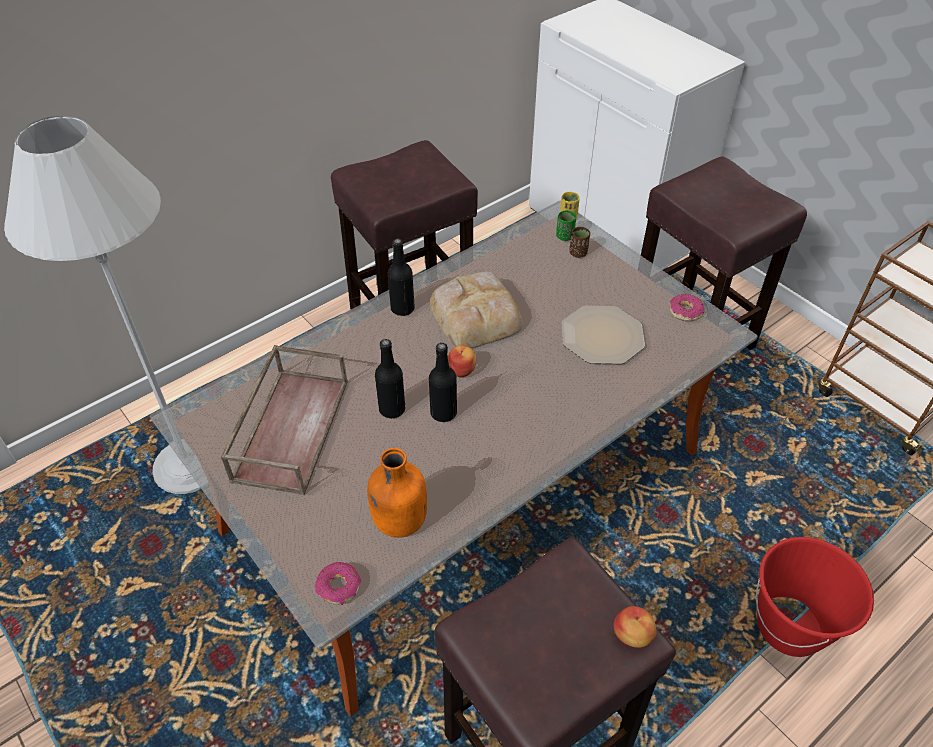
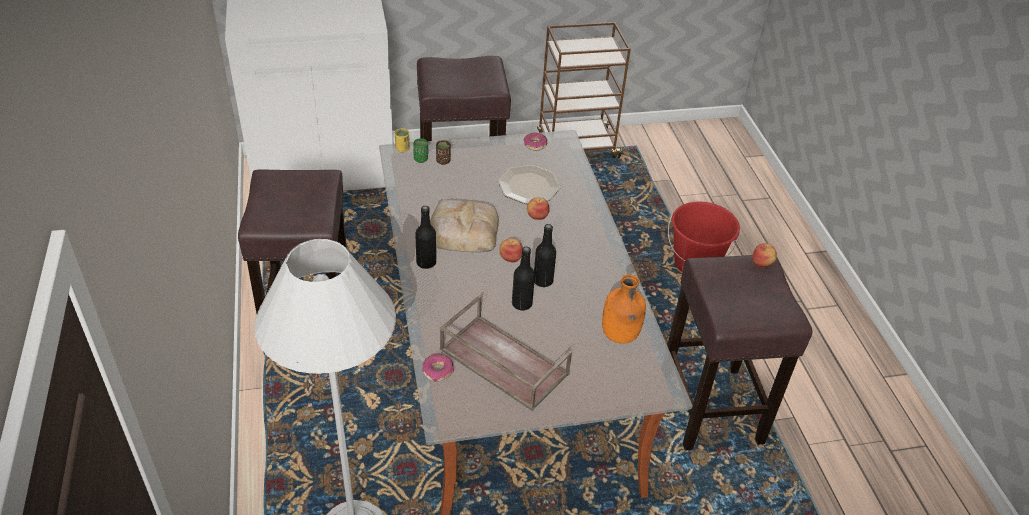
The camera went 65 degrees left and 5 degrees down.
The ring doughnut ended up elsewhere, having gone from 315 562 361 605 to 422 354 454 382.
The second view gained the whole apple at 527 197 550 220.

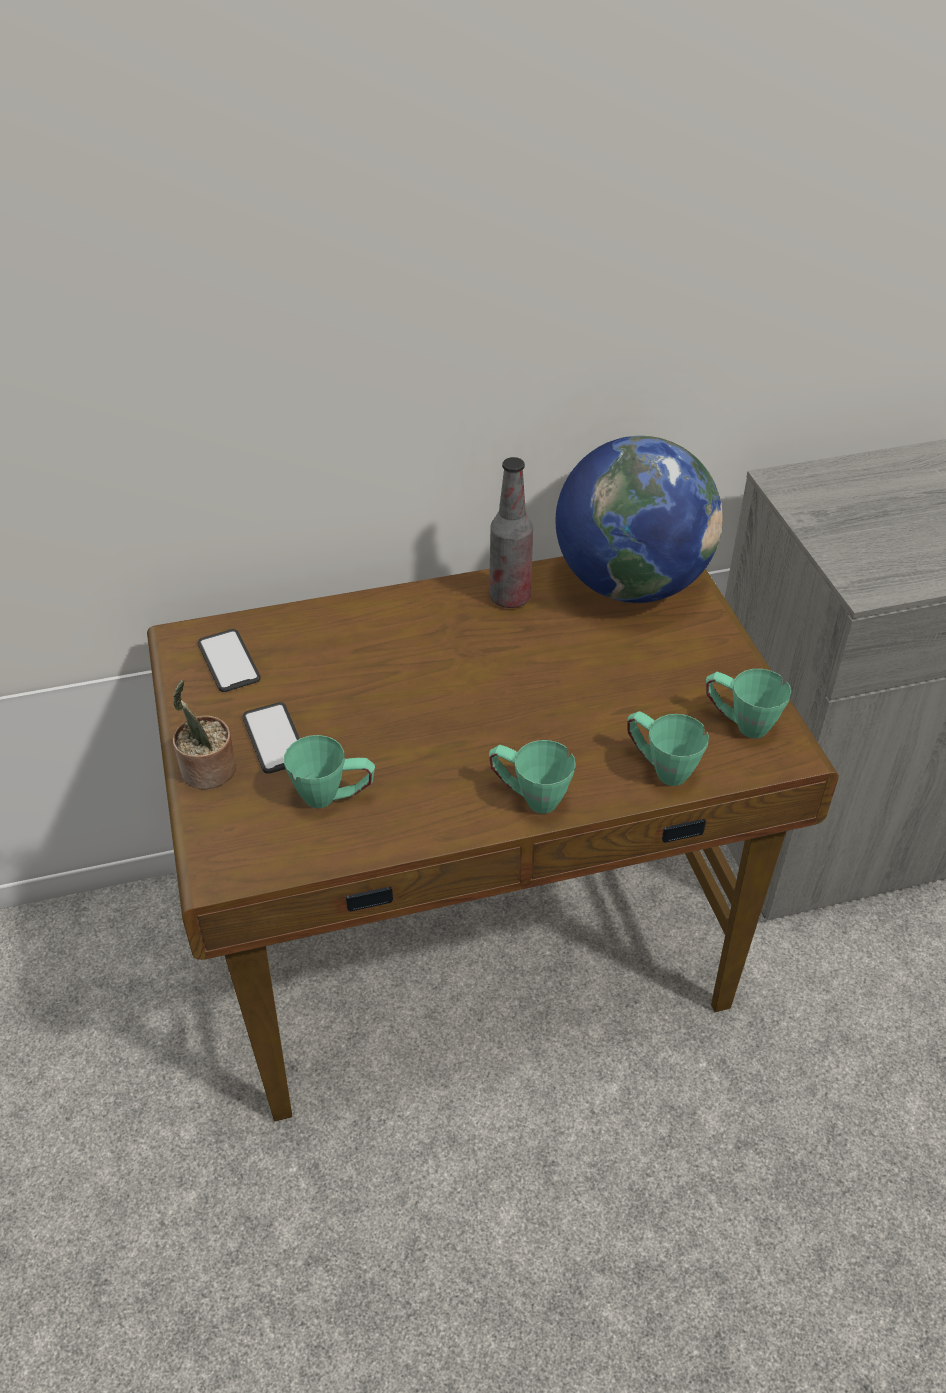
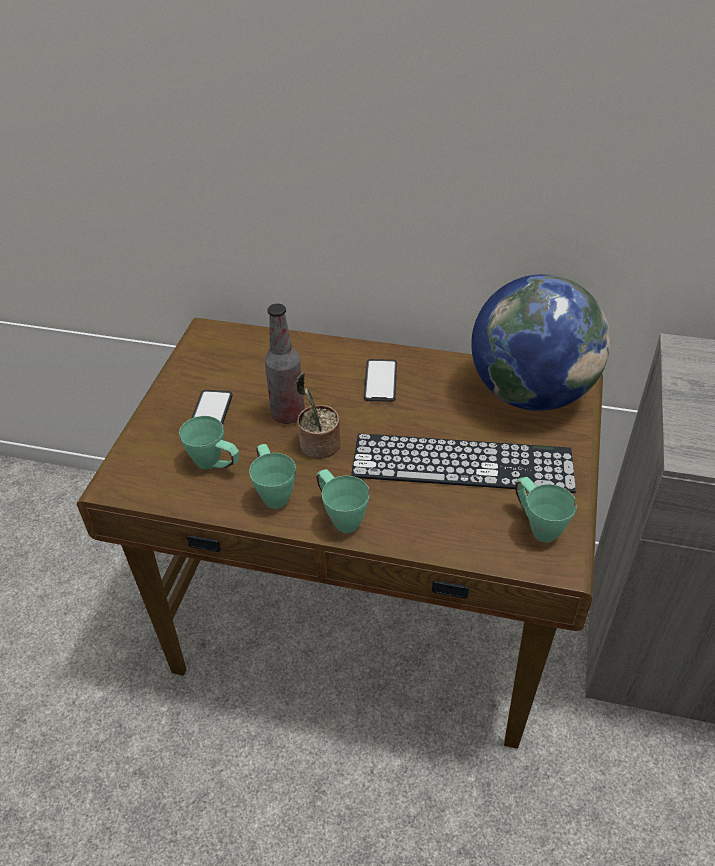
The camera went 30 degrees right and 0 degrees up.
The bottle ended up elsewhere, having gone from 489 457 533 608 to 265 304 305 424.
The phone ended up elsewhere, having gone from 198 629 261 692 to 363 359 397 402.
The plant in a pot ended up elsewhere, having gone from 173 680 236 789 to 295 373 340 459.
The mug (greenish) ended up elsewhere, having gone from 627 711 709 786 to 249 444 296 509.
The second view gained the computer keyboard at 351 434 576 493.

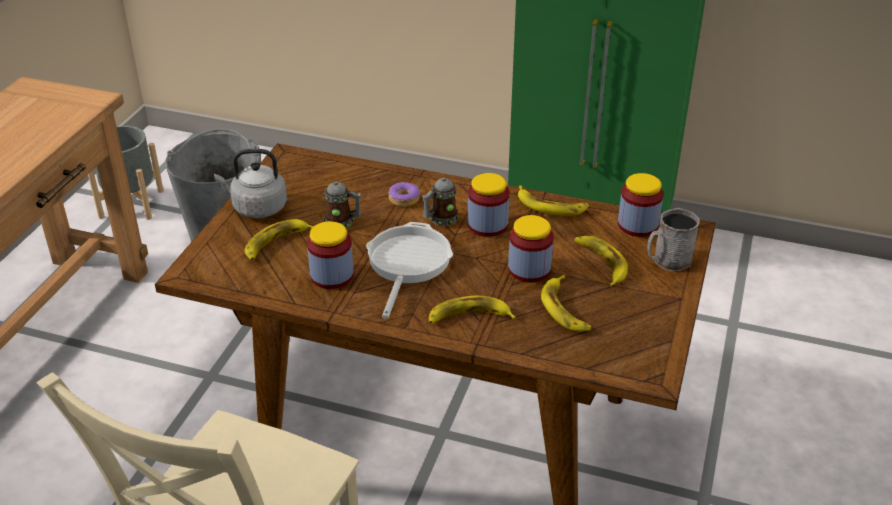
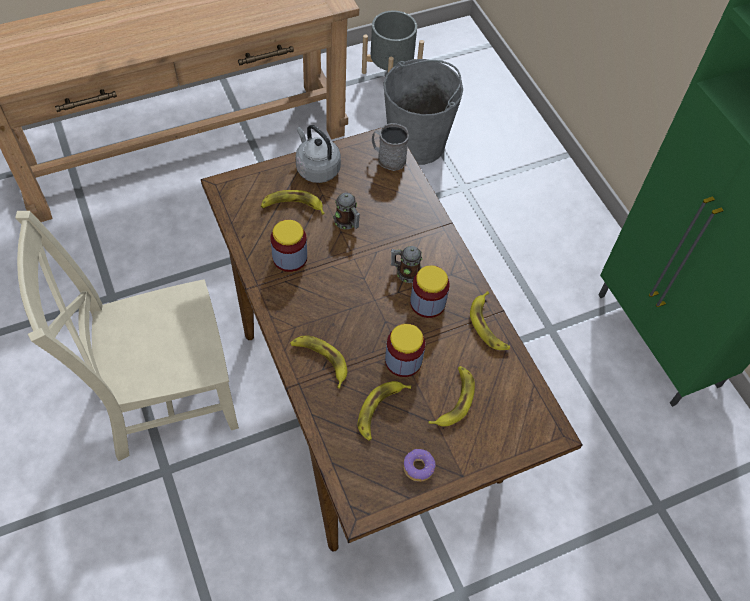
The camera went 45 degrees right and 20 degrees up.
The second view lost the jar at 618 173 663 237.
The ring doughnut ended up elsewhere, having gone from 388 182 420 207 to 403 449 436 482.
The mug (grey) ended up elsewhere, having gone from 647 208 700 272 to 372 123 409 171.
The second view lost the skillet at 366 222 453 319.

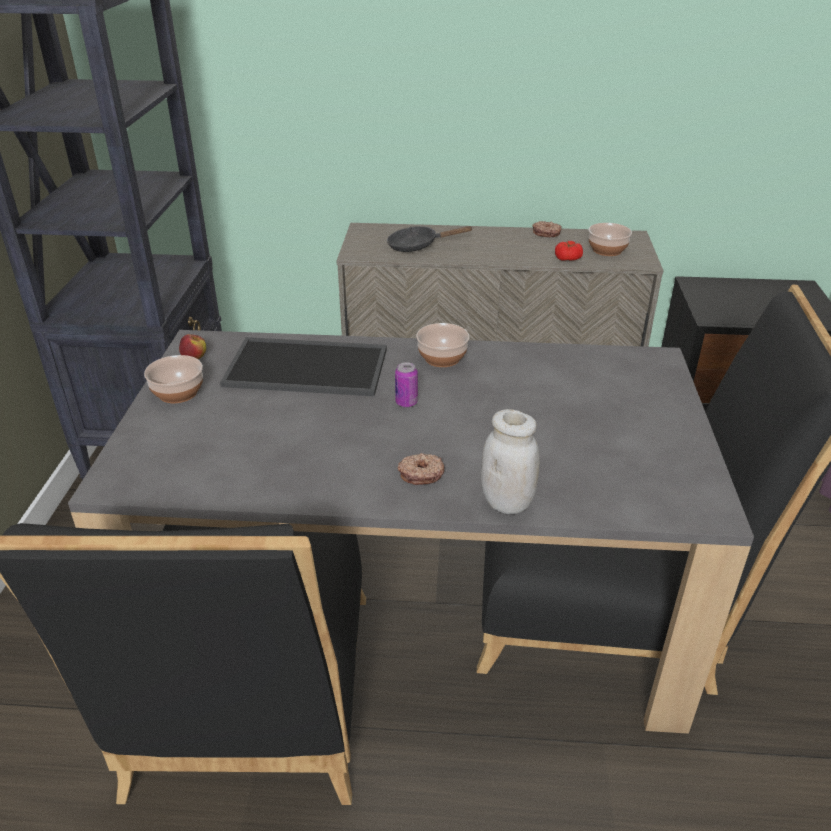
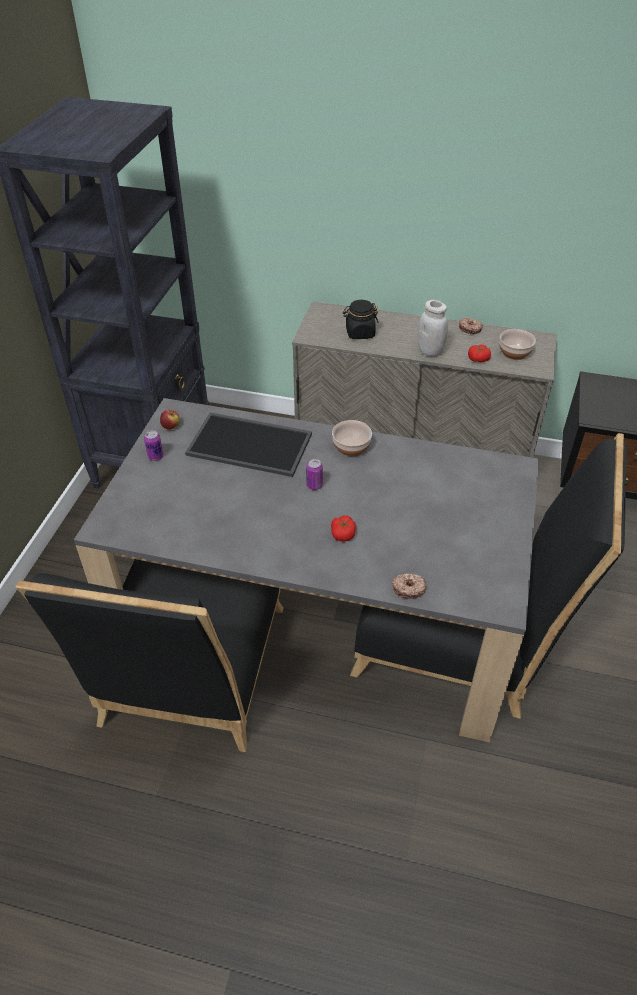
The camera went 10 degrees right and 10 degrees up.
Where the skillet (black-coloured) stood at 387 226 472 252, the jar (black-coloured) came to stand at 343 300 379 339.
Where the bowl stood at 144 355 203 403, the can came to stand at 144 430 163 461.
The jar (white) ended up elsewhere, having gone from 481 409 540 514 to 418 300 448 357.
The ring doughnut ended up elsewhere, having gone from 398 453 444 485 to 392 573 426 599.
The second view gained the tomato at 331 515 356 542.

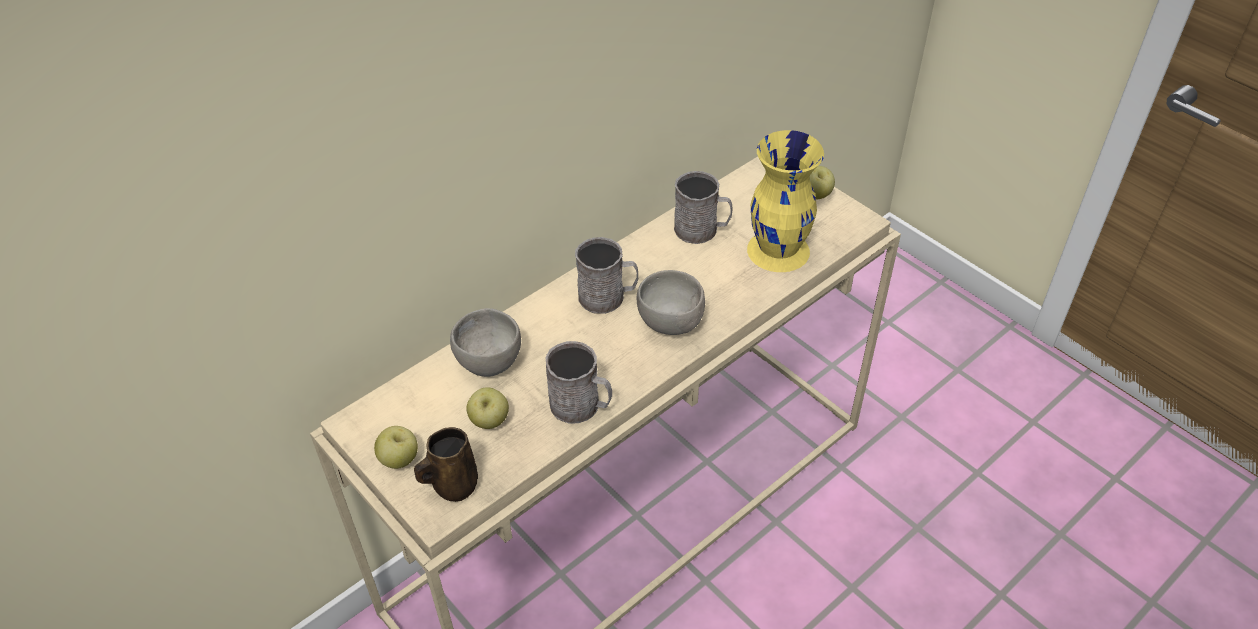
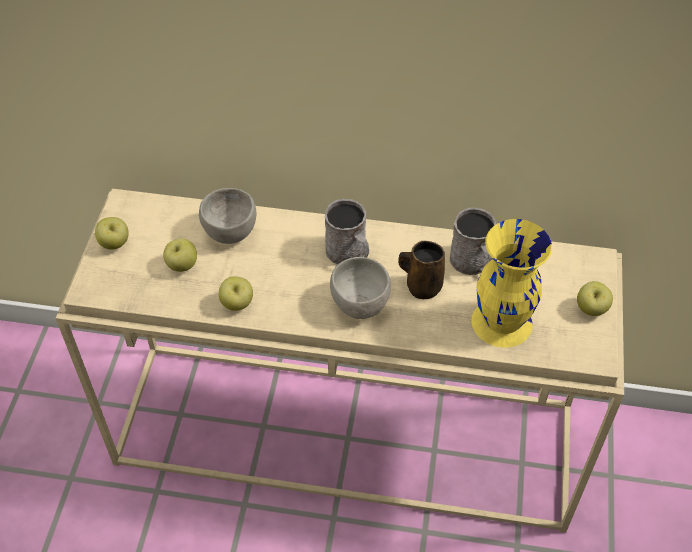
The camera went 50 degrees right and 5 degrees up.
Where the mug (grey) stood at 545 341 612 424, the whole apple came to stand at 219 277 253 311.
The mug (brownish) ended up elsewhere, having gone from 414 427 478 502 to 398 241 445 299.

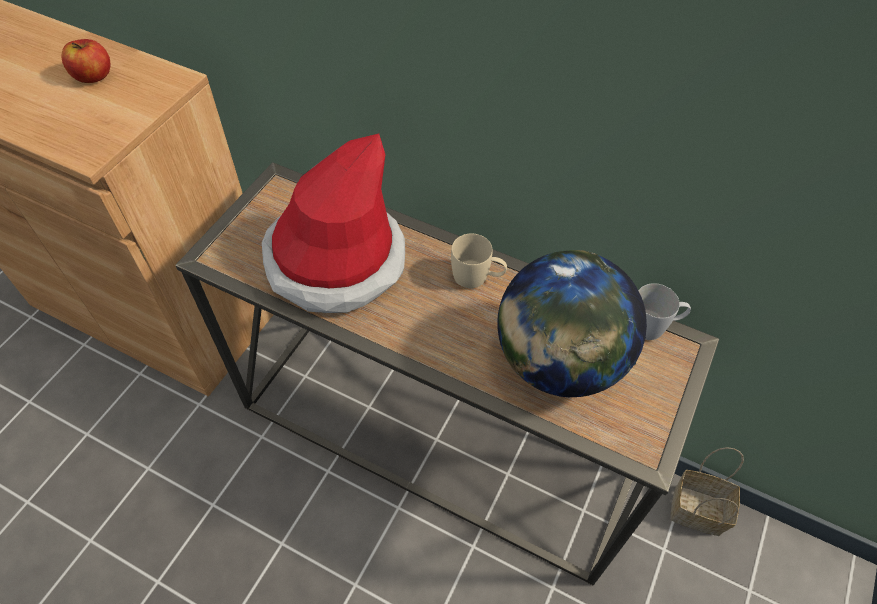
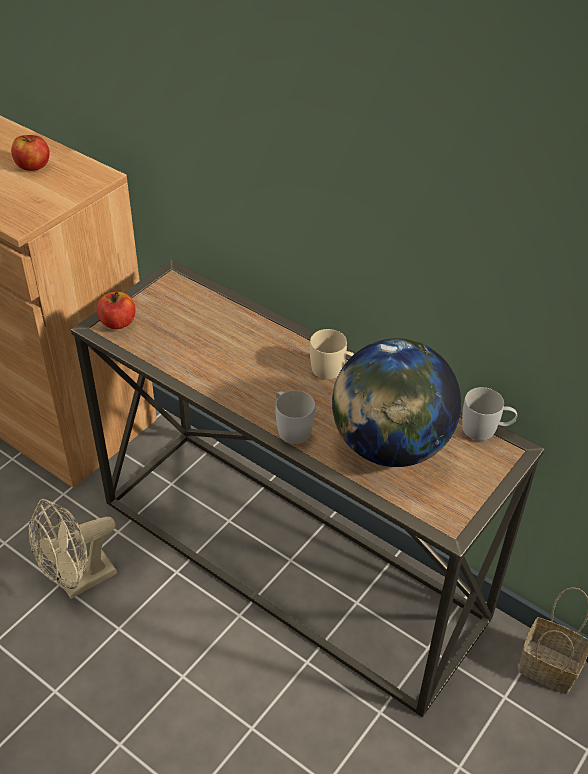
The camera went 10 degrees right and 10 degrees down.
The second view lost the hat at 262 134 405 313.
The second view gained the whole apple at 96 292 136 329.
The second view gained the mug (white) at 276 390 315 444.
The second view gained the electric fan (beige-coloured) at 28 499 117 599.

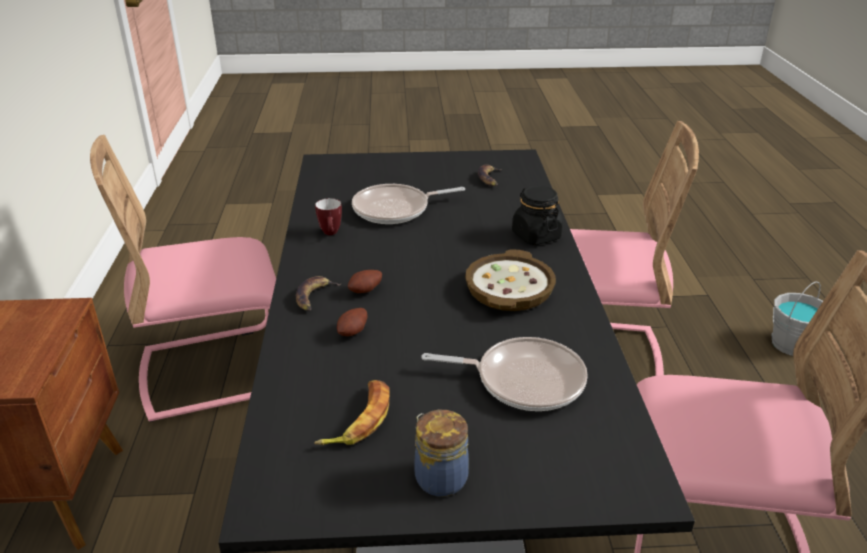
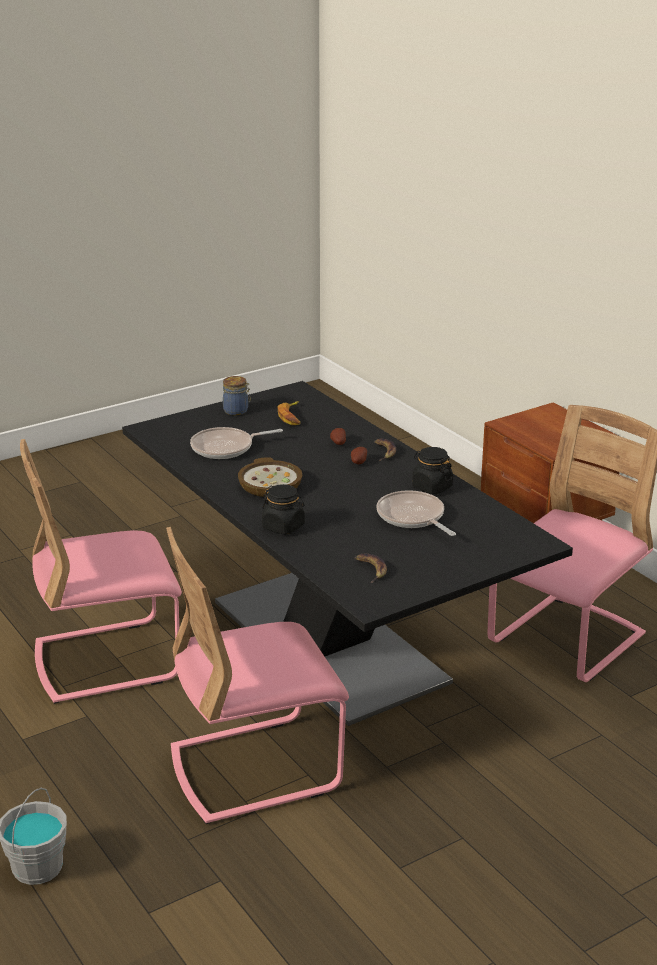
The camera went 150 degrees right and 5 degrees down.
The skillet at 352 184 465 224 ended up facing another way, 75 degrees counterclockwise from before.
Where the mug stood at 315 198 342 235, the jar (black-coloured) came to stand at 412 447 453 494.

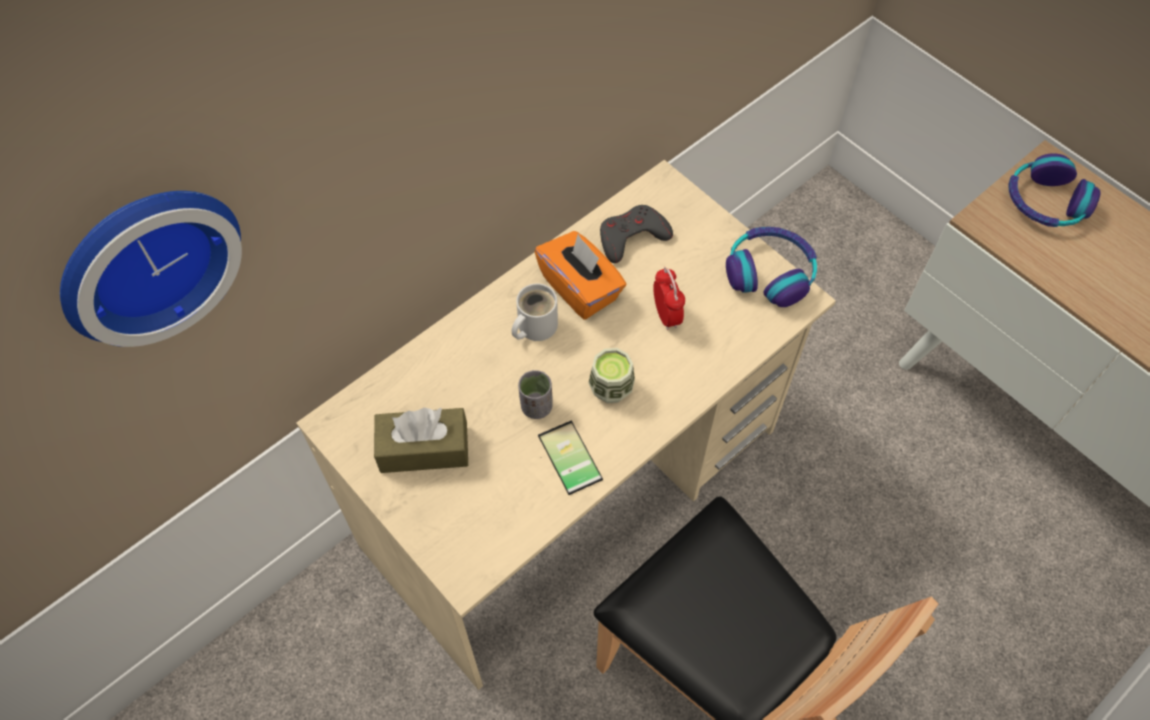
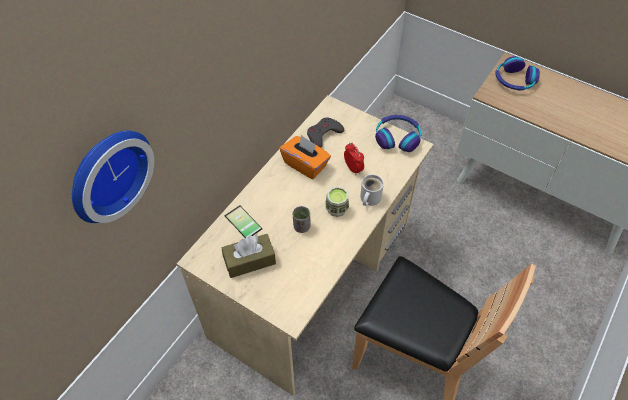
The camera went 15 degrees left and 5 degrees down.
The mug (white) ended up elsewhere, having gone from 512 283 558 341 to 360 174 384 206.
The phone ended up elsewhere, having gone from 538 420 603 495 to 225 205 262 238.

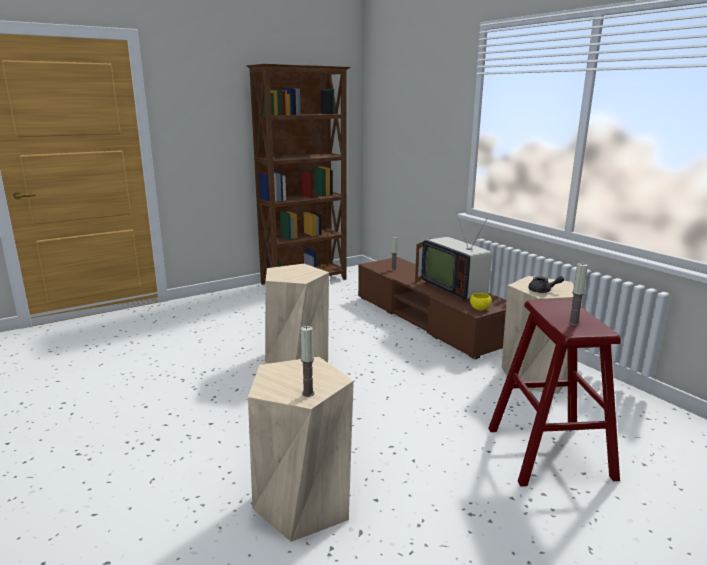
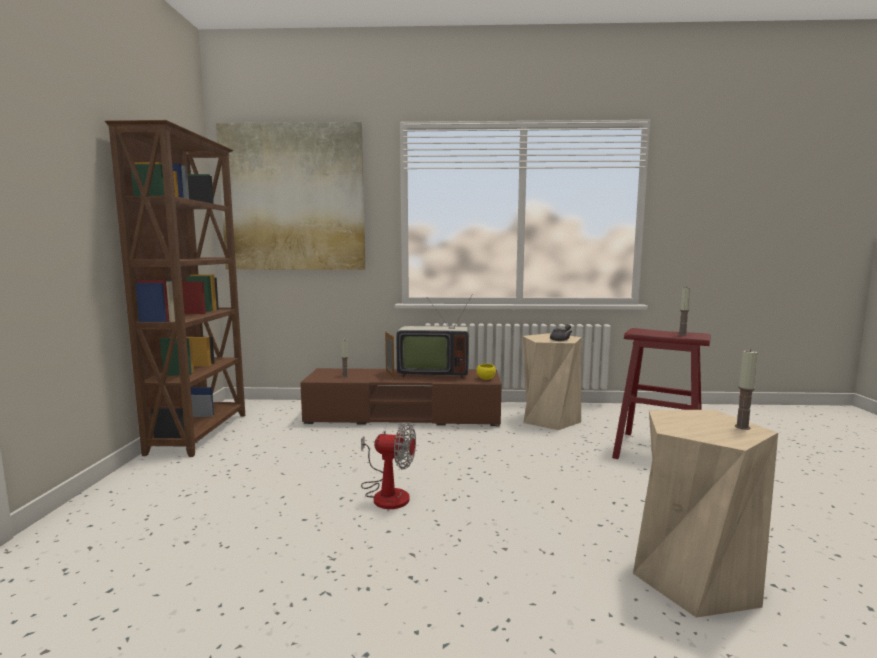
The camera went 55 degrees left and 10 degrees down.
Where the stool (beige-coloured) stood at 265 264 329 364, the electric fan came to stand at 361 423 416 509.
The second view gained the wall picture at 216 122 365 270.

